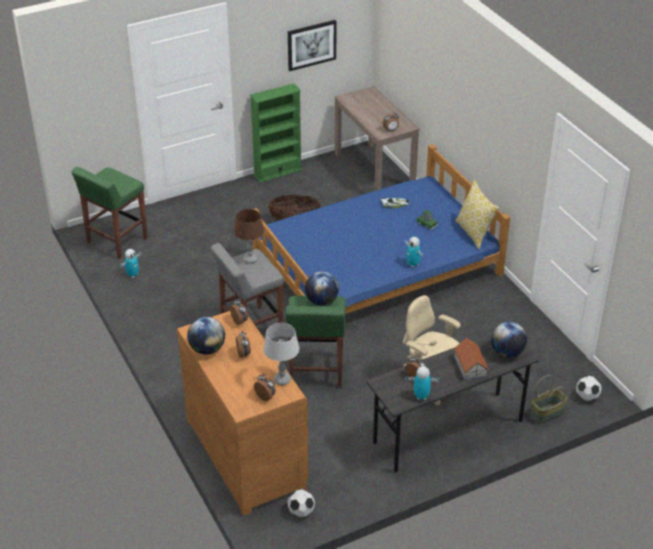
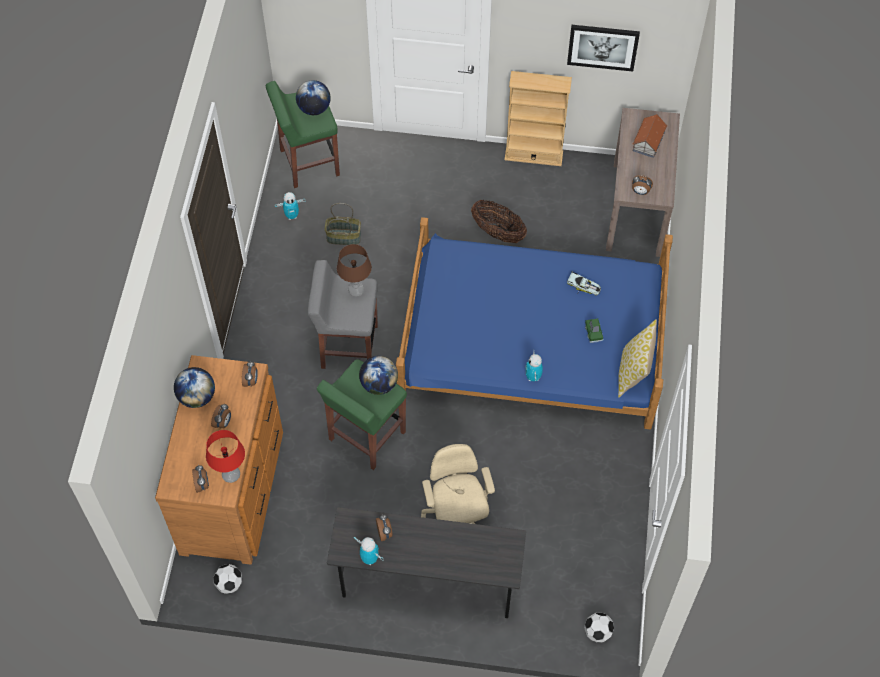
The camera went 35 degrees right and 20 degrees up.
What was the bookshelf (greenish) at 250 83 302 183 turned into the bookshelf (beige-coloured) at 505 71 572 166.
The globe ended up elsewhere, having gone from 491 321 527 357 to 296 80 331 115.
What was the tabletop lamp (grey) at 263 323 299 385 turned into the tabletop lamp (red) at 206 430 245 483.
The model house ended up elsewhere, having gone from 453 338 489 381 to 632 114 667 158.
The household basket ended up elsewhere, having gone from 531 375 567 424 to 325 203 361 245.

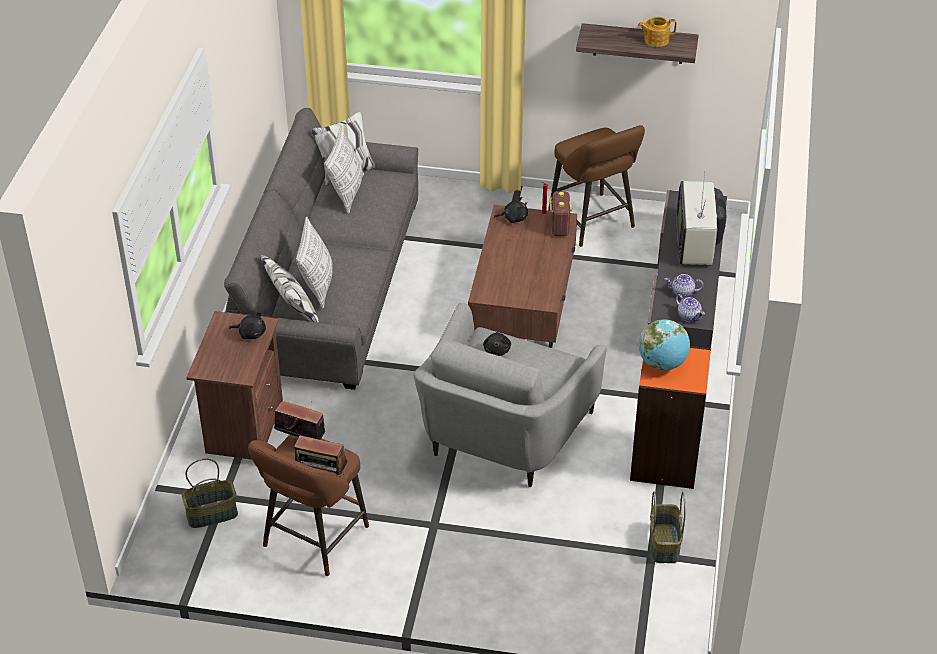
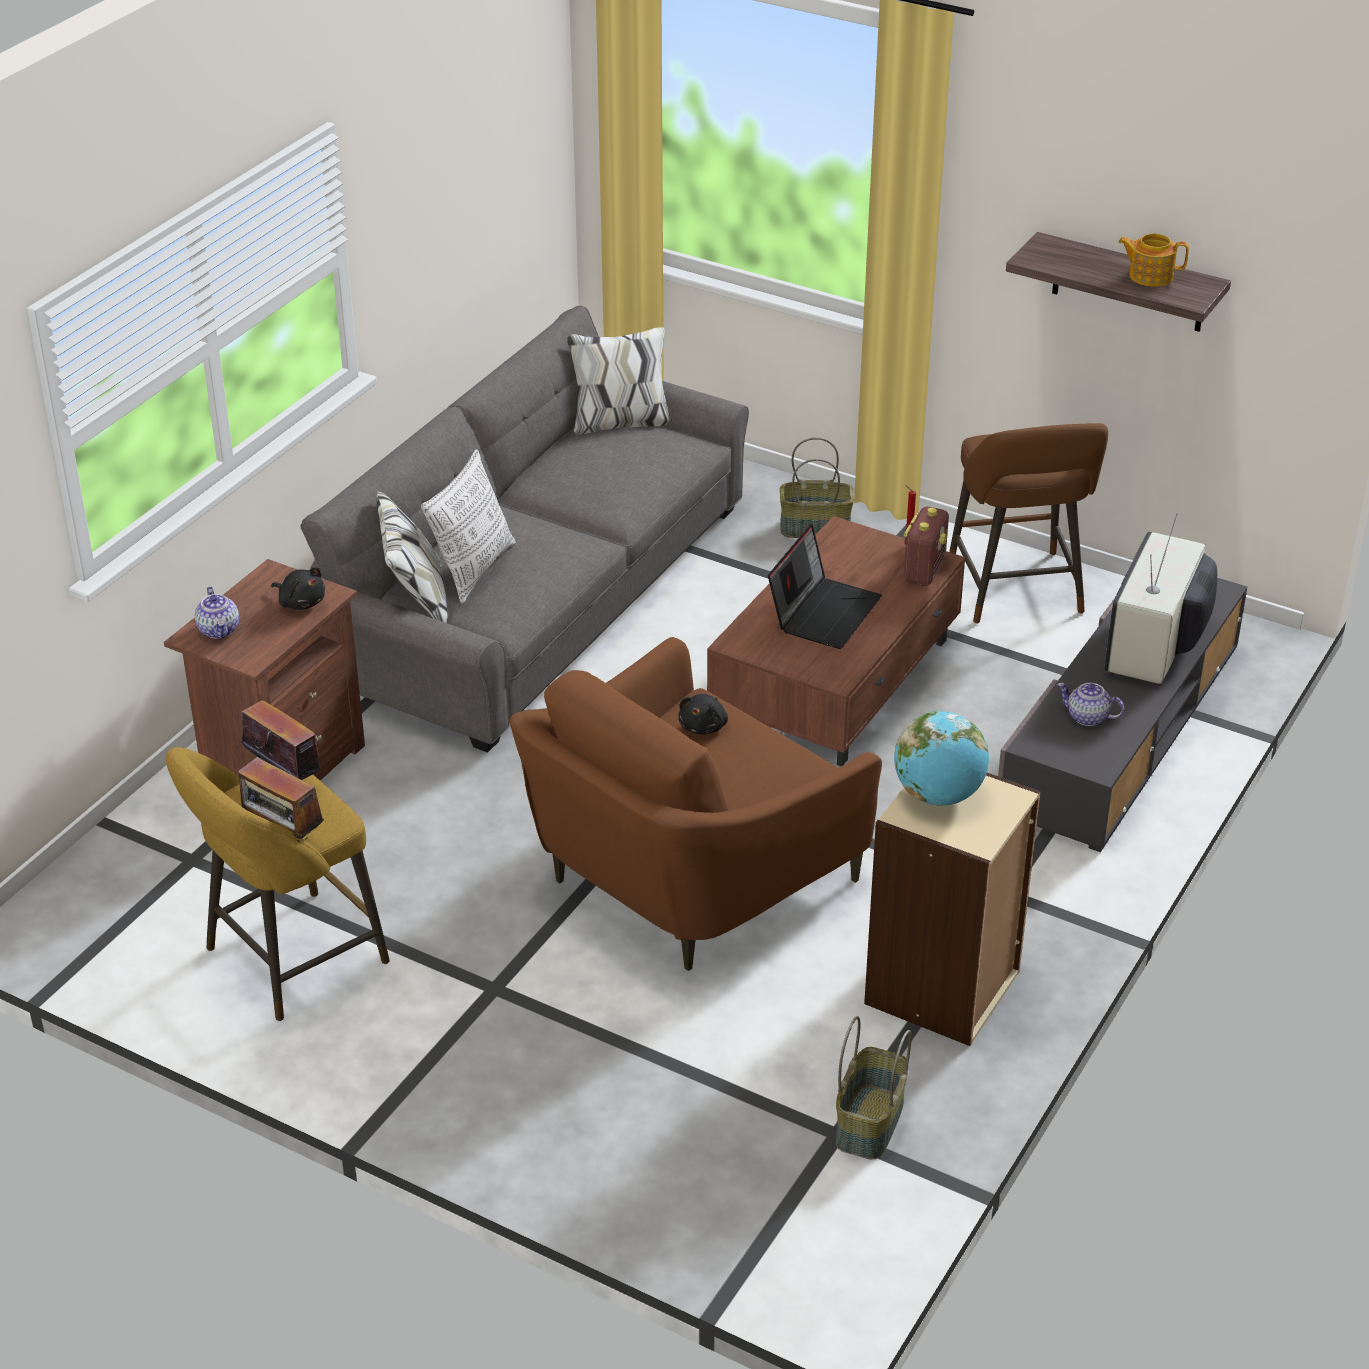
The camera went 20 degrees right and 5 degrees down.
The second view lost the throw pillow at 324 127 364 214.
The second view lost the plush toy (black-coloured) at 494 197 528 223.
The tea pot ended up elsewhere, having gone from 675 294 705 322 to 195 586 239 639.
What was the lounge chair (grey) at 413 303 606 487 turned into the lounge chair (brownish) at 510 637 882 971.
What was the bookshelf (orange) at 630 346 711 489 turned into the bookshelf (beige-coloured) at 864 773 1041 1046.
What was the stool (brownish) at 248 435 369 576 turned into the stool (yellow-coloured) at 165 747 390 1021.
The household basket ended up elsewhere, having gone from 182 458 238 528 to 780 437 854 538.
The second view gained the notebook computer at 768 524 882 649.

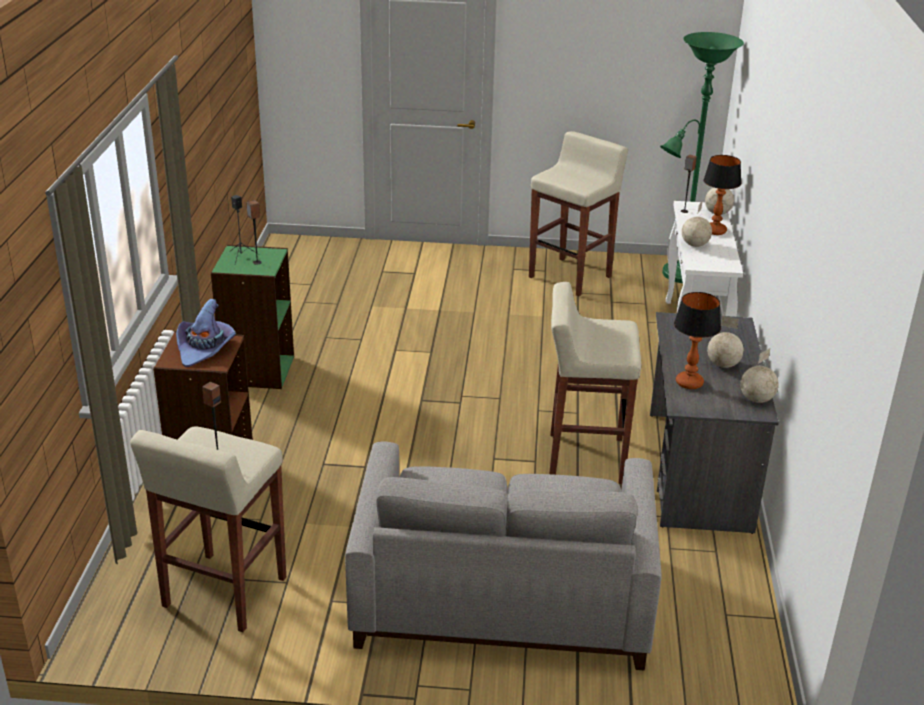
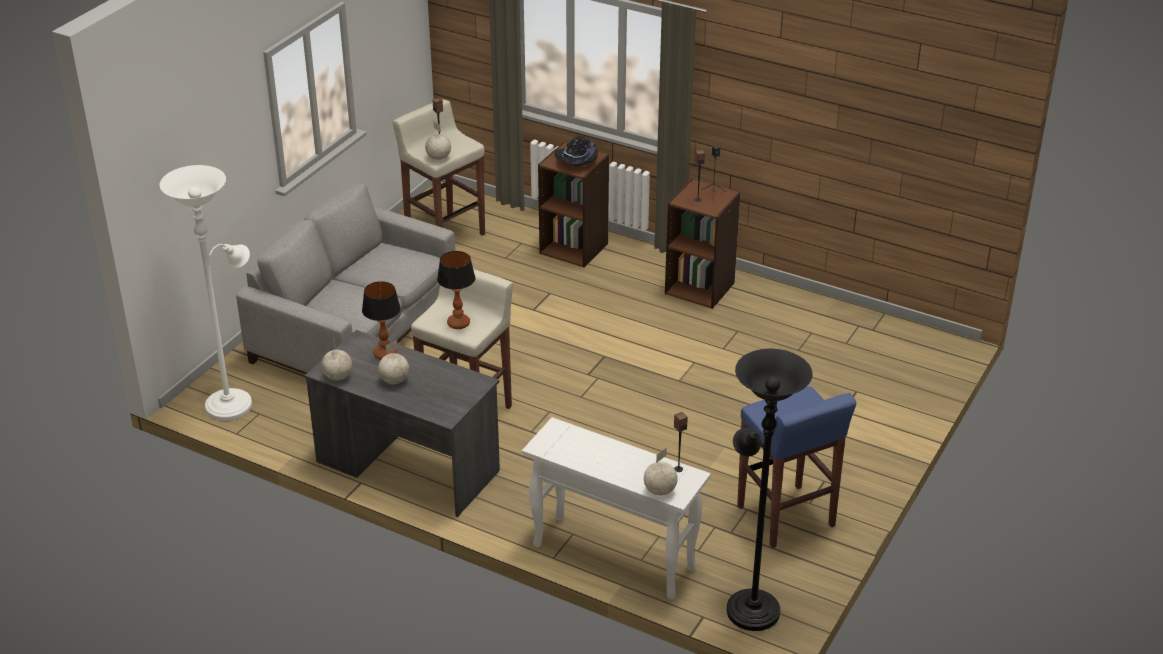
The camera went 115 degrees right and 5 degrees up.
What was the standing lamp (greenish) at 660 32 744 283 turned into the standing lamp (black-coloured) at 727 349 813 631.
What was the stool (beige-coloured) at 529 131 628 296 turned into the stool (bluish) at 737 386 856 548.
The tabletop lamp ended up elsewhere, having gone from 704 155 741 235 to 437 251 475 329.
The globe ended up elsewhere, having gone from 682 200 712 247 to 425 121 451 160.
What was the bookshelf (greenish) at 211 245 294 389 turned into the bookshelf (brownish) at 665 179 741 309.
What was the hat (purple) at 176 299 236 367 turned into the hat (black-coloured) at 554 136 598 166.
The second view gained the standing lamp (white) at 160 165 252 421.

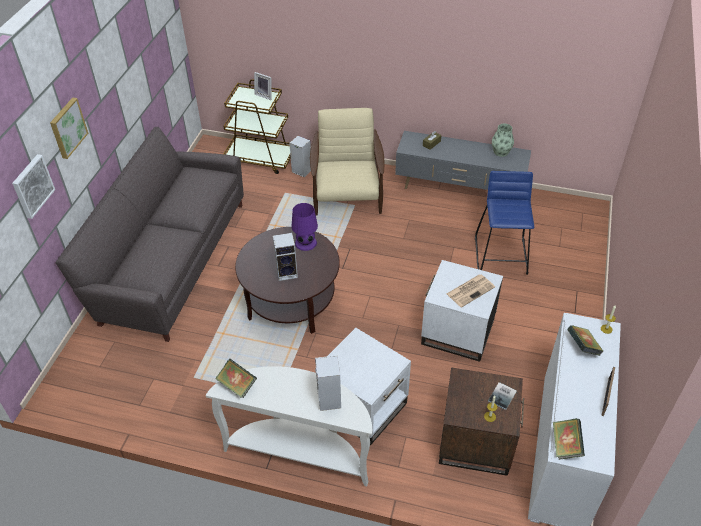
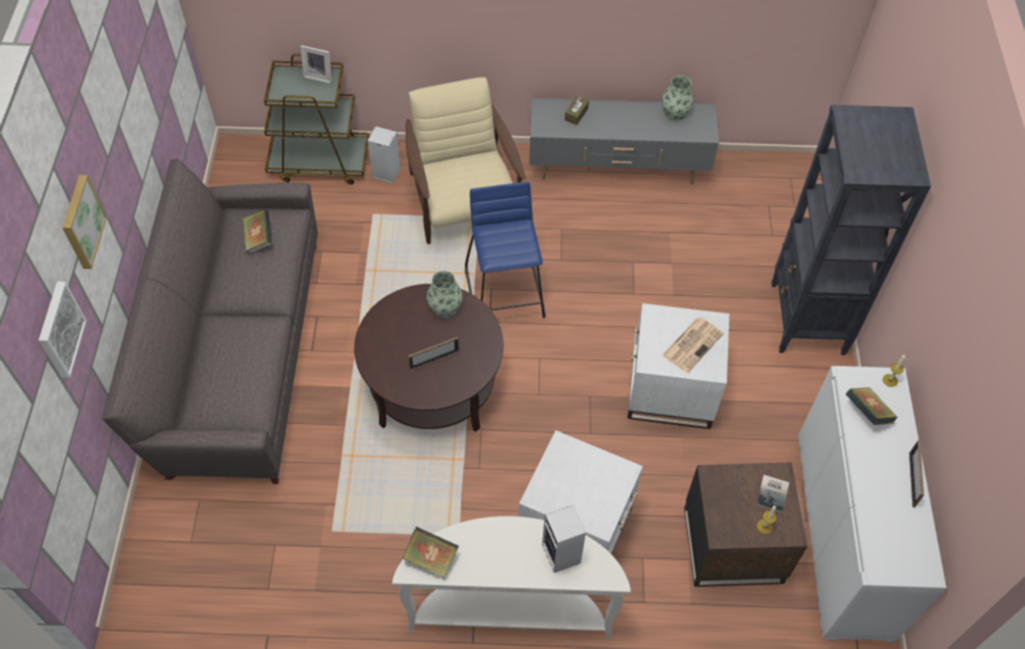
The camera went 15 degrees left and 10 degrees up.
The stool (bluish) ended up elsewhere, having gone from 475 171 534 275 to 465 182 545 318.
Where the tabletop lamp (purple) stood at 291 203 318 251, the decorative vase came to stand at 427 271 462 318.
Where the audio speaker stood at 273 233 298 281, the standing frame came to stand at 408 337 459 370.
The volume ended up elsewhere, having gone from 553 418 585 459 to 243 209 272 253.
The second view gained the bookshelf (black-coloured) at 772 105 931 355.

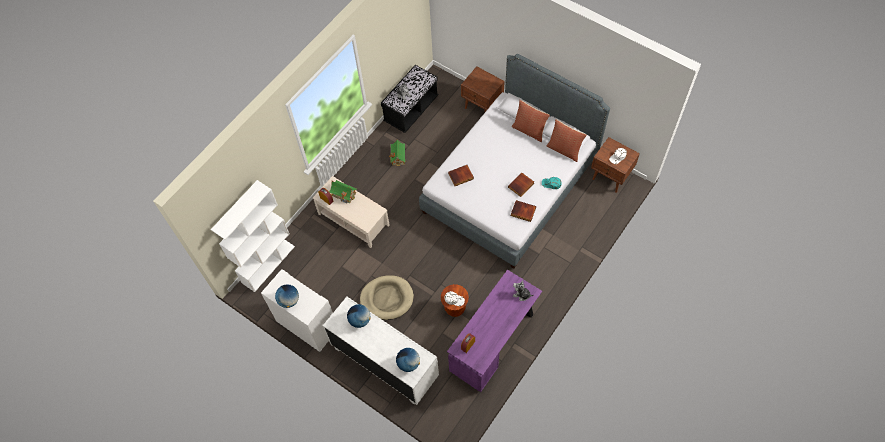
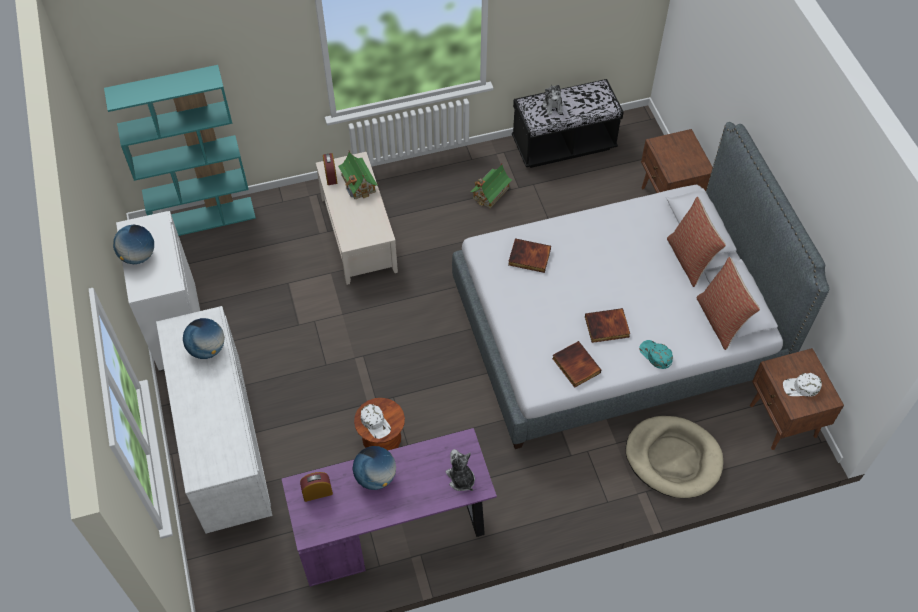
The camera went 35 degrees right and 5 degrees down.
What was the bookshelf (white) at 211 180 295 292 turned into the bookshelf (blue-green) at 104 65 256 236.
The dog cushion (beige-coloured) ended up elsewhere, having gone from 360 275 414 320 to 626 416 724 498.
The globe ended up elsewhere, having gone from 396 348 420 372 to 353 446 396 490.

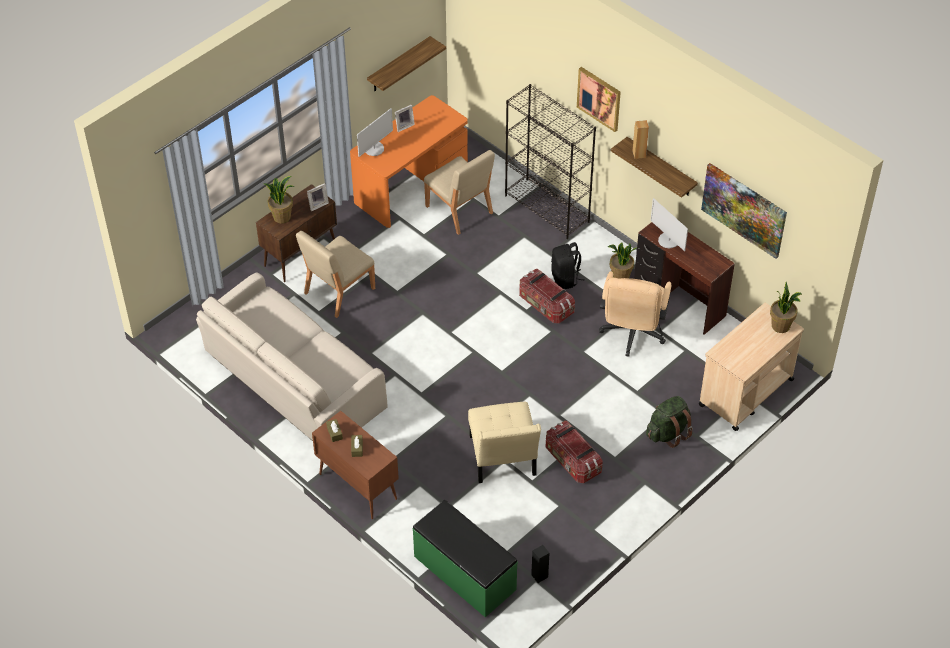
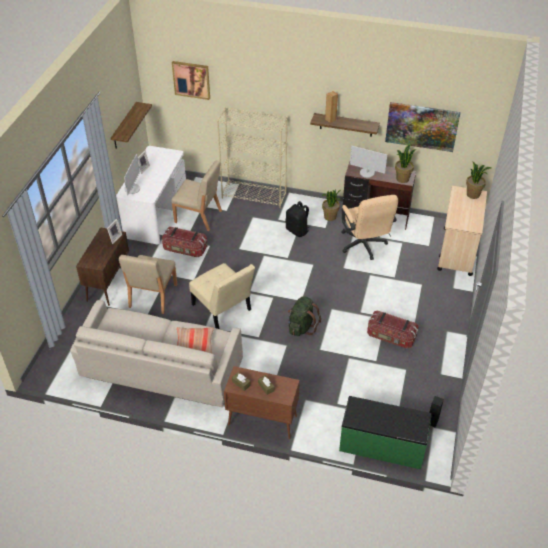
The camera went 30 degrees left and 5 degrees down.
The wall picture ended up elsewhere, having gone from 577 67 621 132 to 172 61 210 100.
What was the bookshelf (black-coloured) at 505 84 596 239 turned into the bookshelf (beige-coloured) at 217 107 288 208.
What was the desk (orange) at 350 95 468 228 turned into the desk (white) at 116 146 186 244.
The plant in a pot ended up elsewhere, having gone from 263 176 294 223 to 395 144 417 183.
The storage box ended up elsewhere, having gone from 519 269 575 323 to 162 227 207 257.
The knapsack (greenish) ended up elsewhere, having gone from 646 396 693 448 to 288 296 321 336.
The upright chair (beige-coloured) ended up elsewhere, having gone from 468 402 541 483 to 189 263 255 329.
The second view gained the throw pillow at 177 327 214 353.

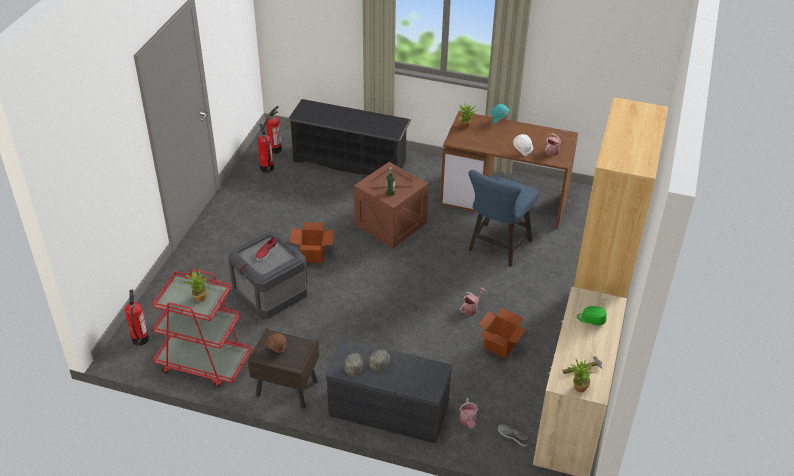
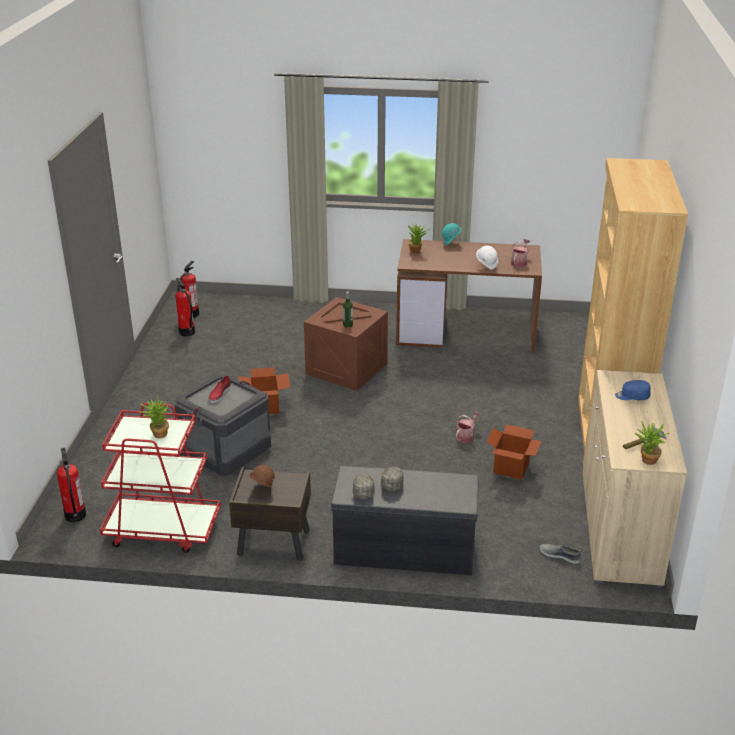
The camera went 10 degrees left and 10 degrees down.
The second view lost the shoe rack (black-coloured) at 288 99 411 175.
The second view lost the upright chair (bluish) at 468 170 539 267.
What was the cap (greenish) at 577 306 607 325 turned into the cap (bluish) at 615 380 651 400.
The second view lost the watering can at 459 398 479 428.

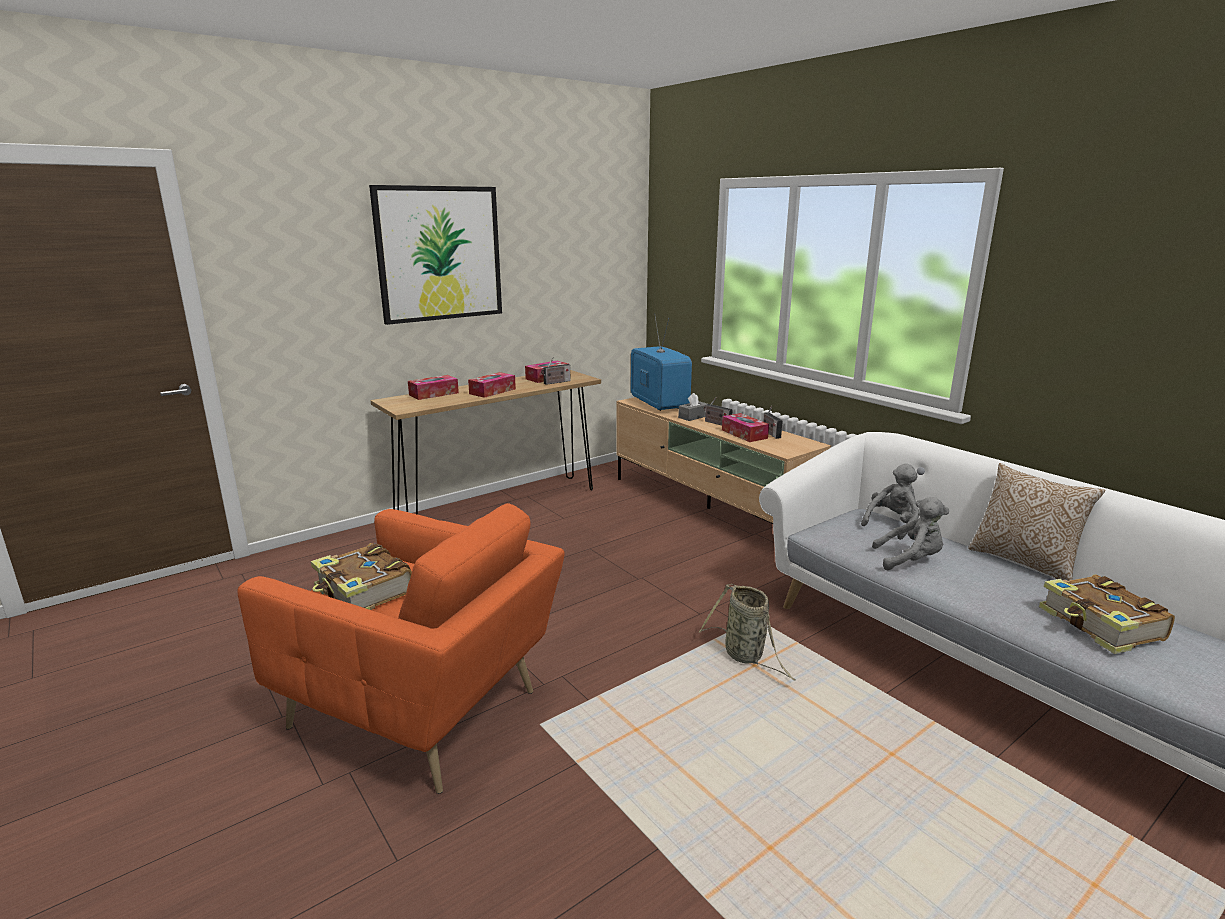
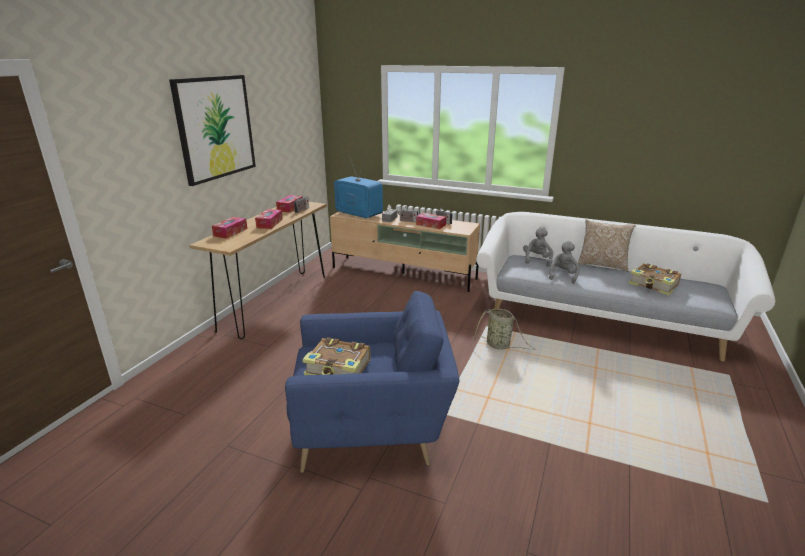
The camera went 30 degrees left and 5 degrees up.
The plush toy (grey) at 872 497 949 570 ended up facing another way, 45 degrees counterclockwise from before.
What was the lounge chair (orange) at 238 503 565 794 turned into the lounge chair (bluish) at 285 291 460 473.

